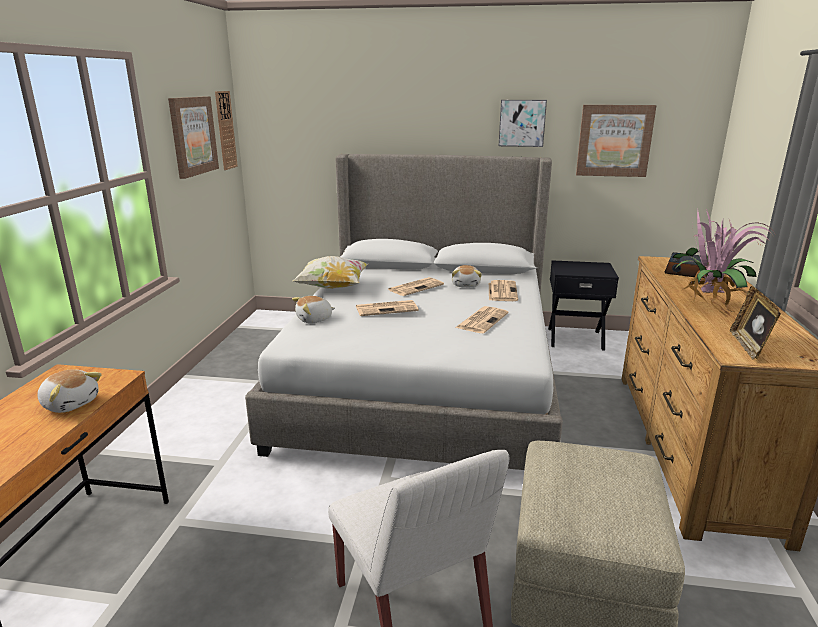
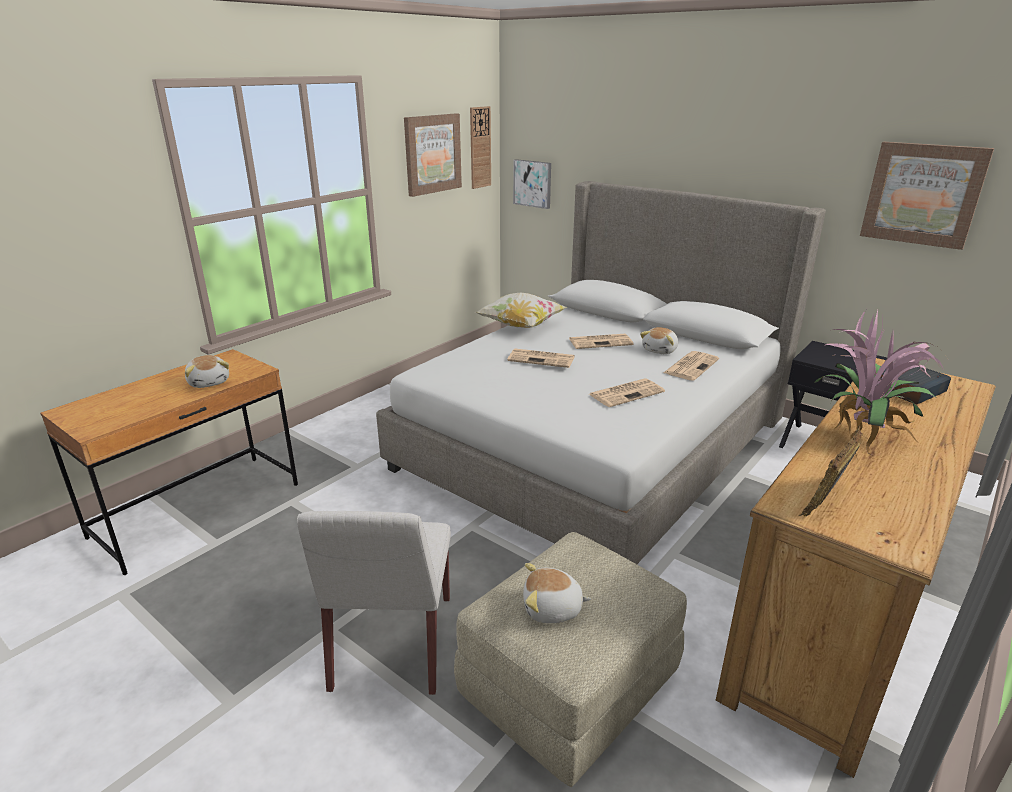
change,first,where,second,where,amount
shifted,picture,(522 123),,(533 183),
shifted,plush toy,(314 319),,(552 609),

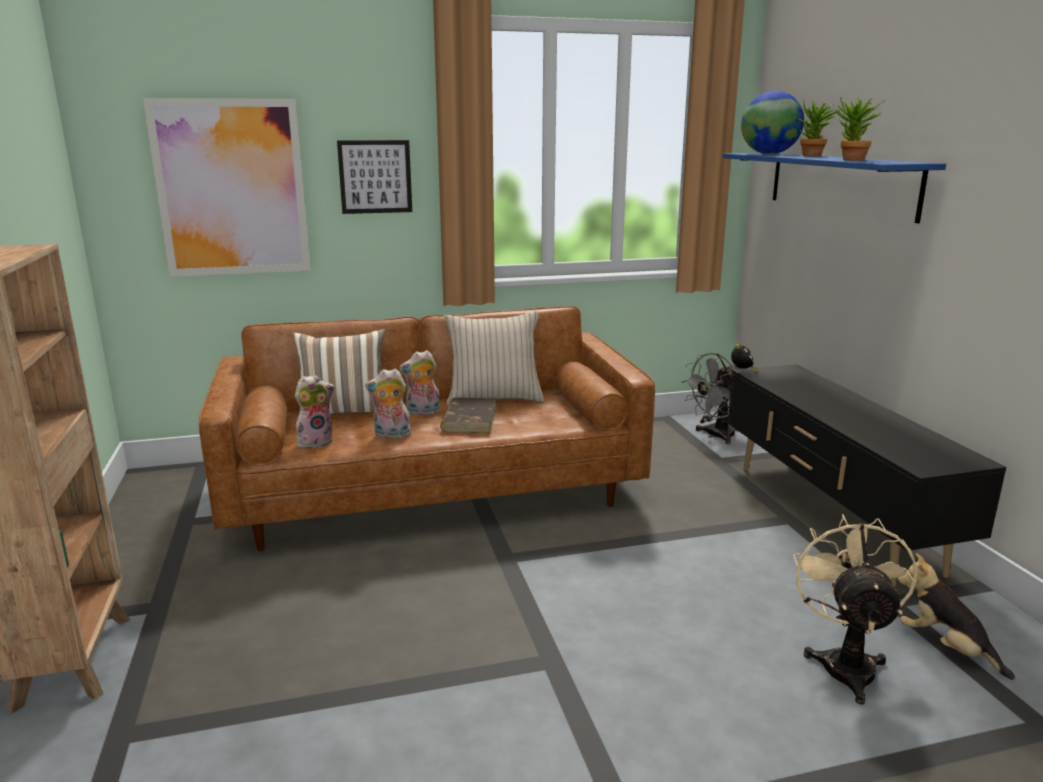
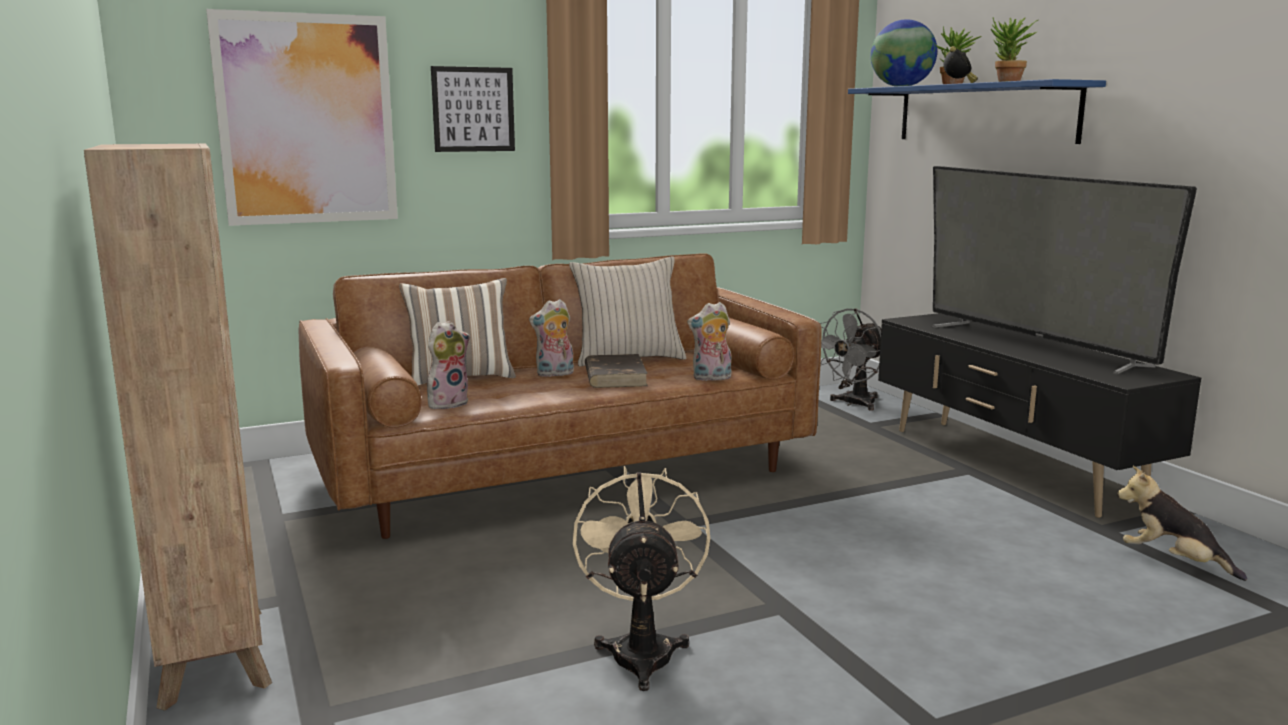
change,first,where,second,where,amount
shifted,alarm clock,(742 372),,(958 83),
shifted,plush toy,(391 435),,(711 378),
shifted,beige fan,(845 663),,(642 650),
new,,,television,(1033 345),

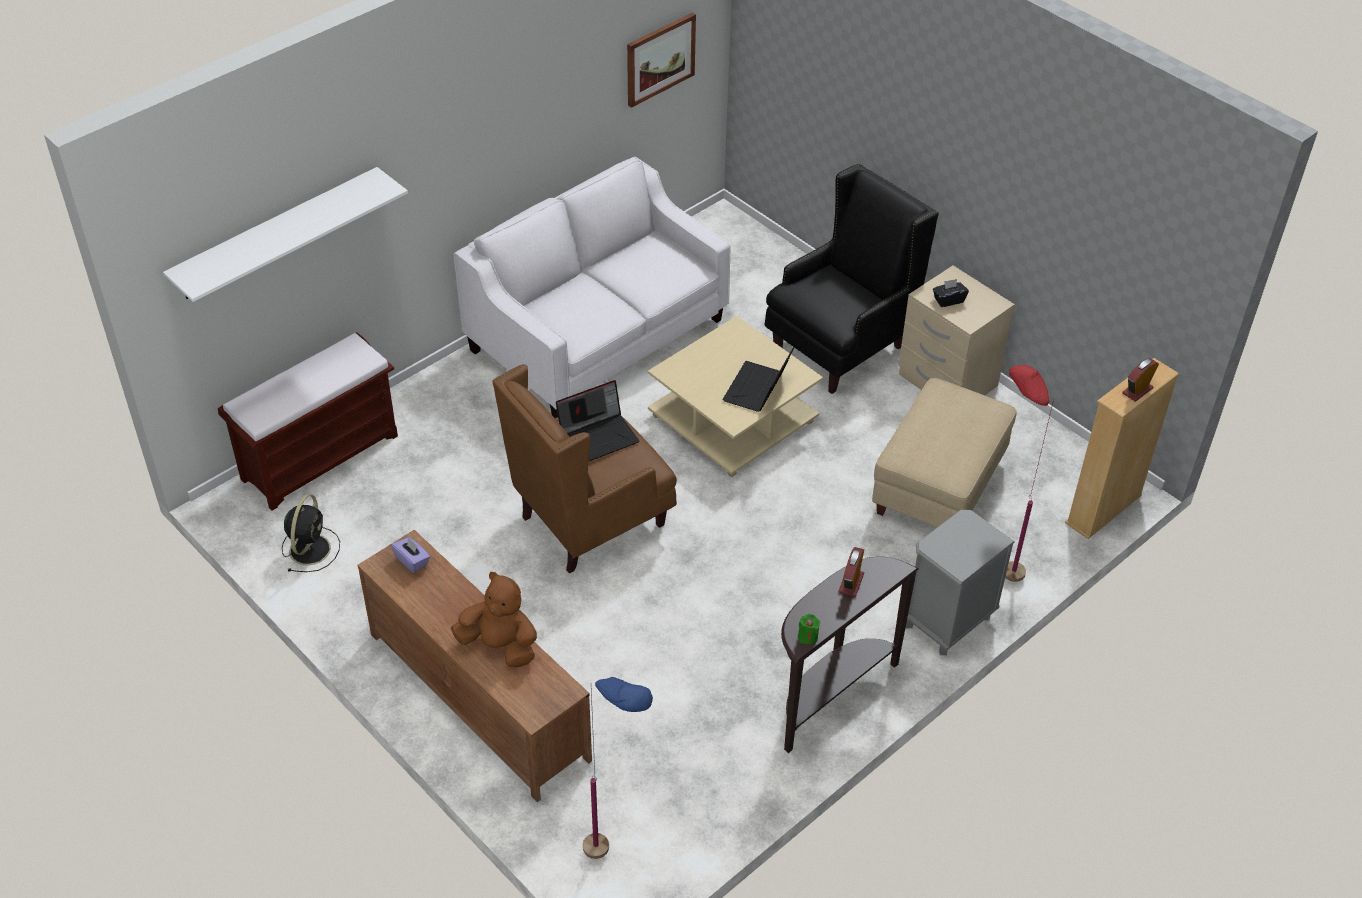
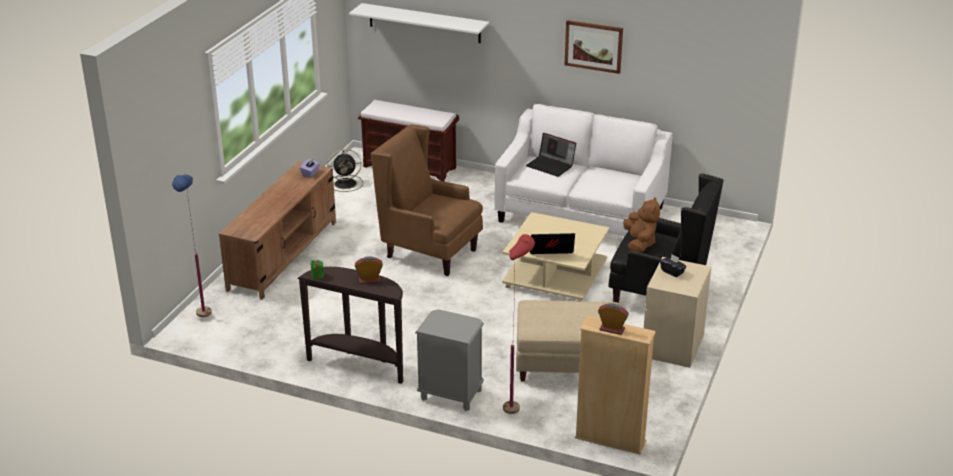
change,first,where,second,where,amount
shifted,picture,(660 59),,(593 46),
shifted,laptop,(599 436),,(551 166),
shifted,brown plush toy,(500 646),,(639 244),

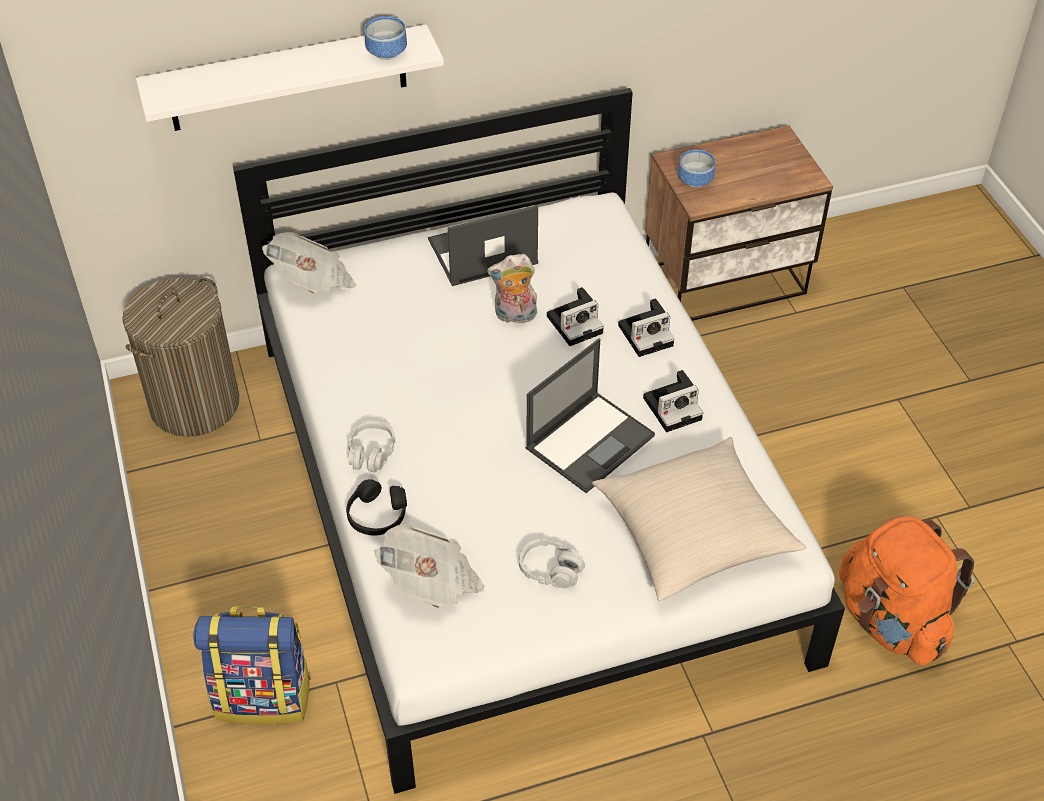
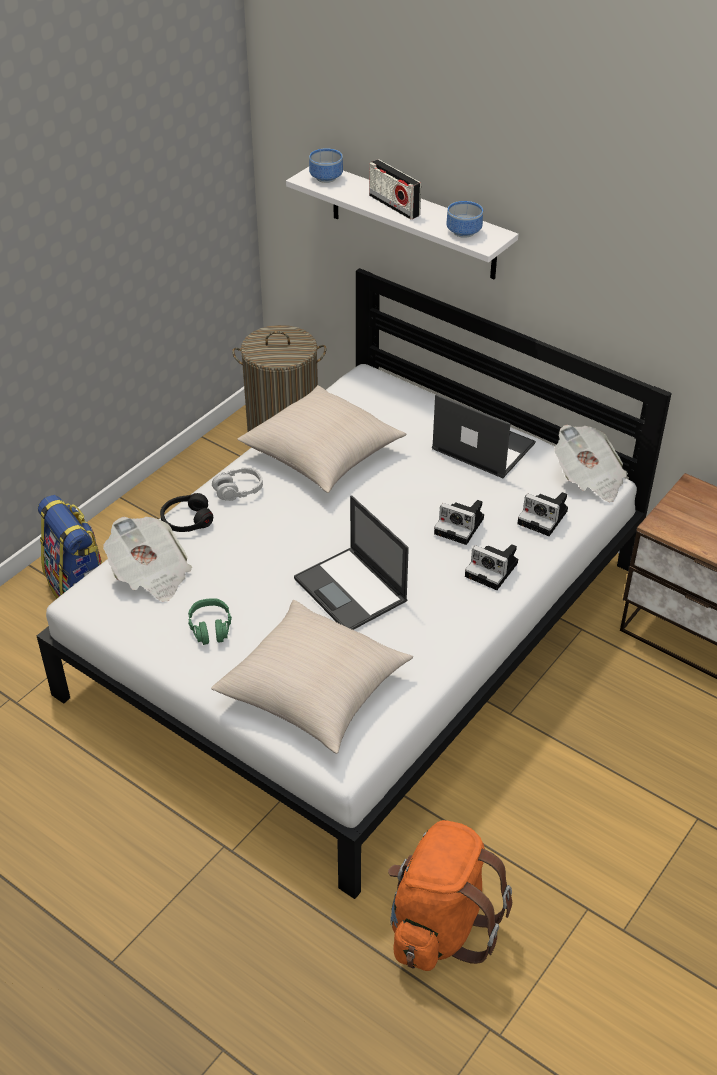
change,first,where,second,where,amount
shifted,bowl,(695 179),,(327 177),
shifted,newspaper,(313 281),,(589 479),
gone,plush toy,(514 316),,,
rotated,laptop,(590 441),,(351 590),45 degrees clockwise
shifted,photo camera,(674 407),,(544 517),
repainted,grey headphones,(550 570),green headphones,(210 628),
new,,,radio,(394 205),
new,,,beige pillow,(322 454),

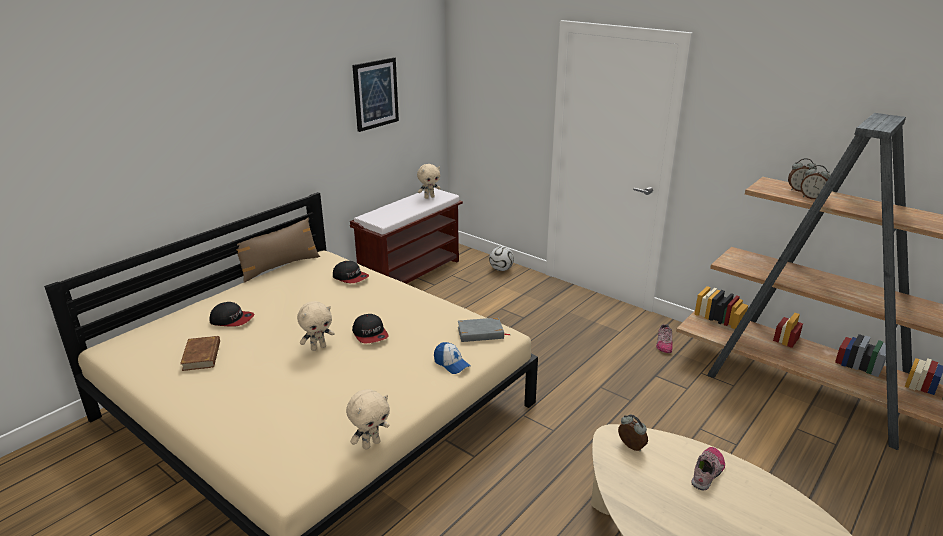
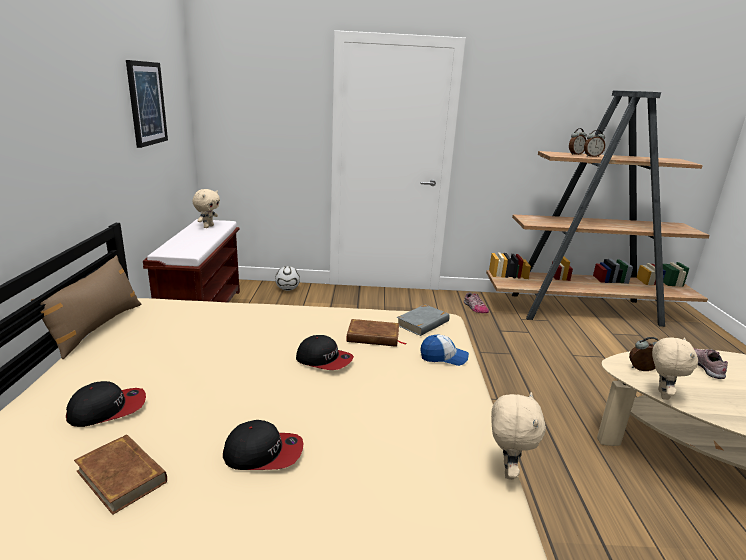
change,first,where,second,where,amount
shifted,cap,(350 277),,(264 453),
shifted,beige plush toy,(318 347),,(661 394),
new,,,brown book,(373 337),

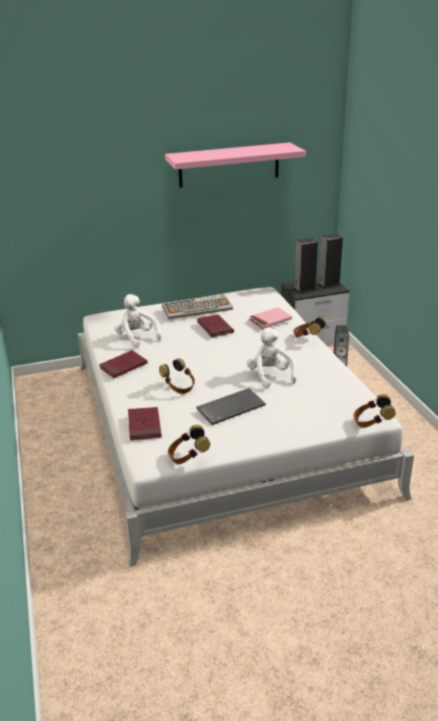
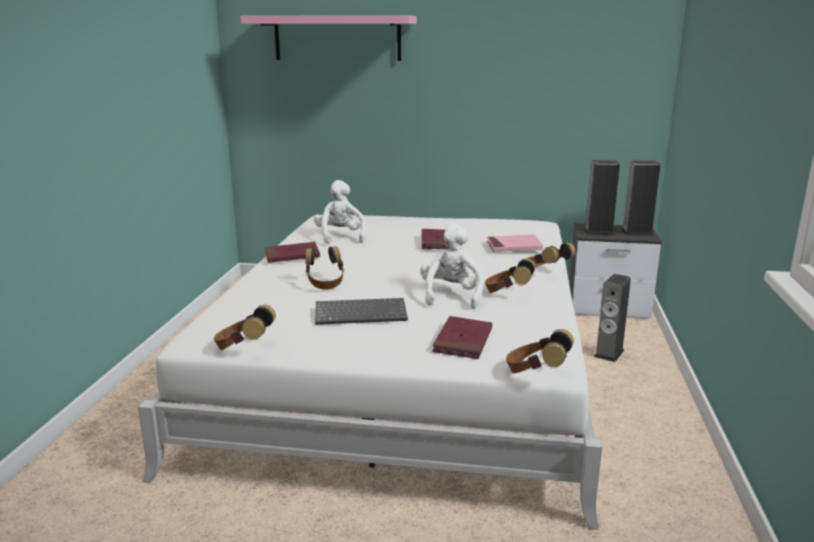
change,first,where,second,where,amount
shifted,pink shelf,(229 165),,(337 38),
gone,keyboard,(197 308),,,
shifted,red book,(144 425),,(463 341),
new,,,headphones,(507 293),

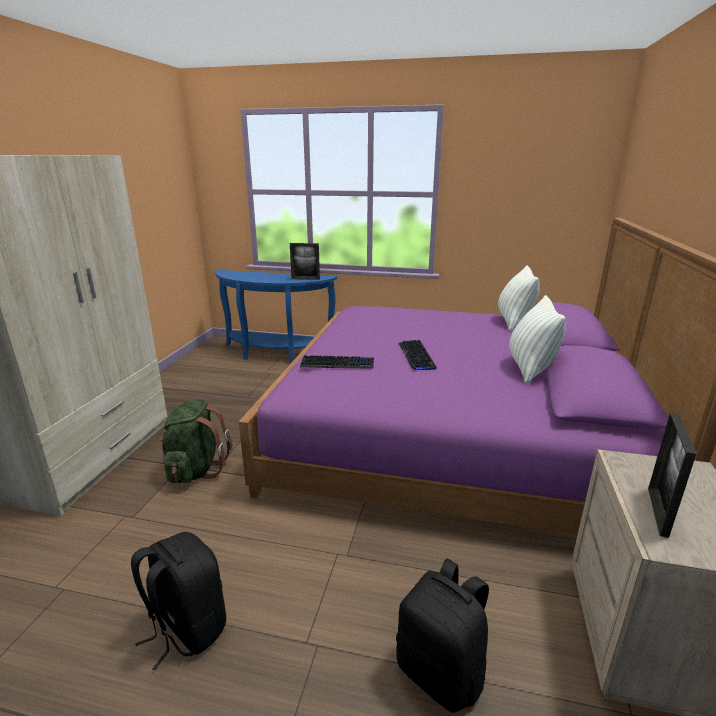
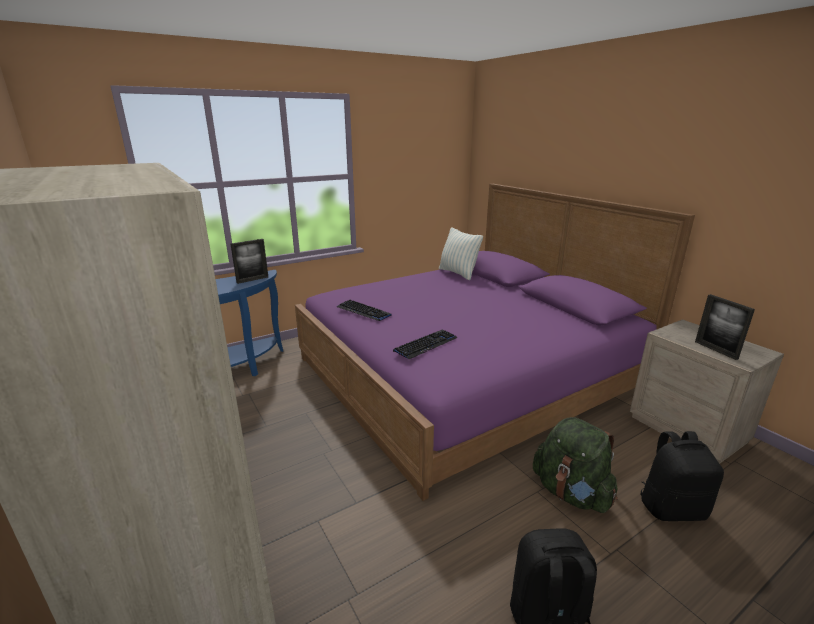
change,first,where,second,where,amount
gone,pillow,(530 369),,,
shifted,keyboard,(416 356),,(363 311),
shifted,green backpack,(196 469),,(571 493),

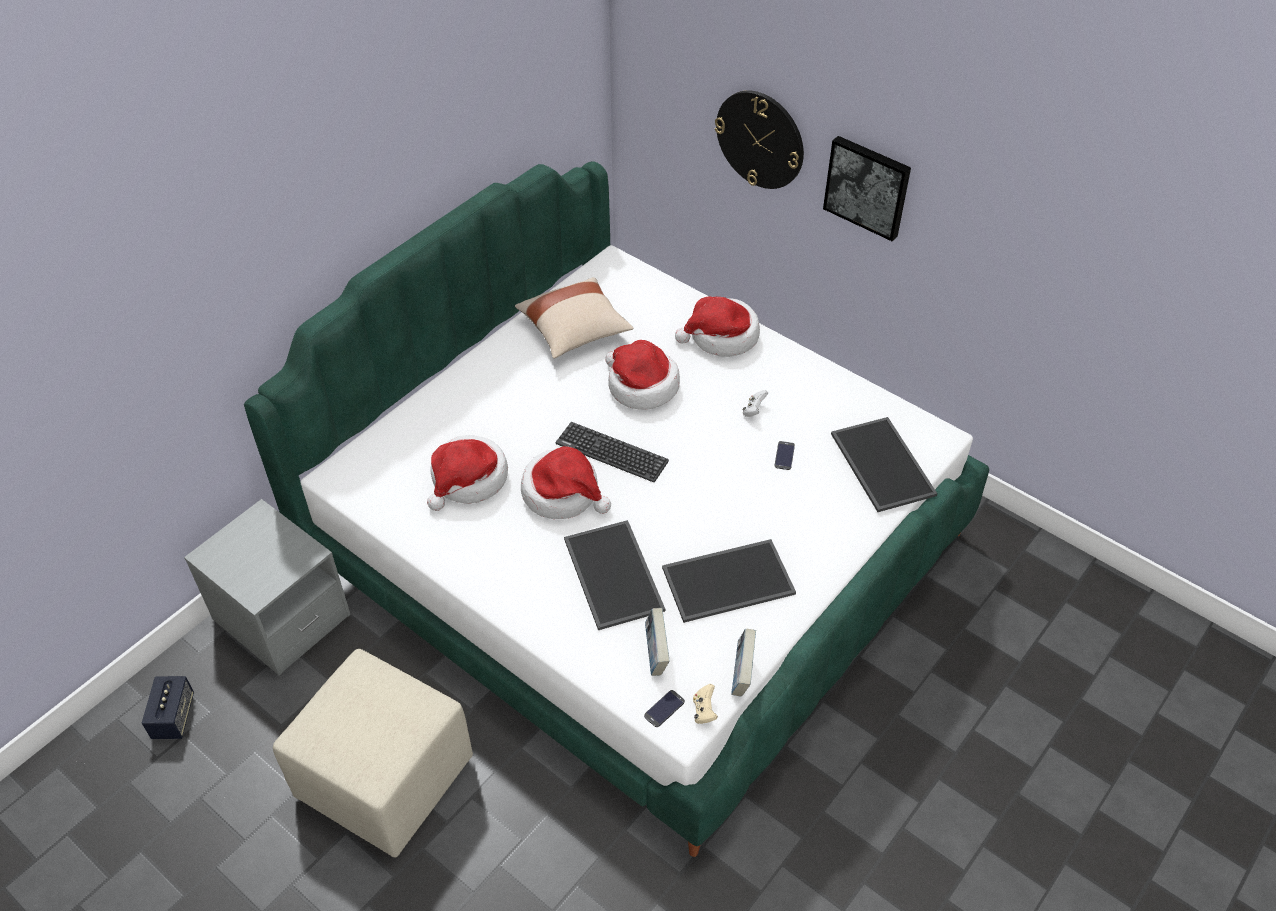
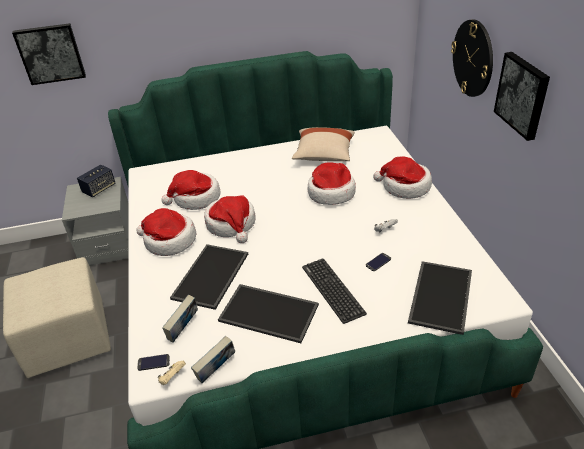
change,first,where,second,where,amount
shifted,keyboard,(611 452),,(332 290),
shifted,speaker,(173 717),,(99 189),
new,,,picture,(50 53),
new,,,hat,(169 241),

